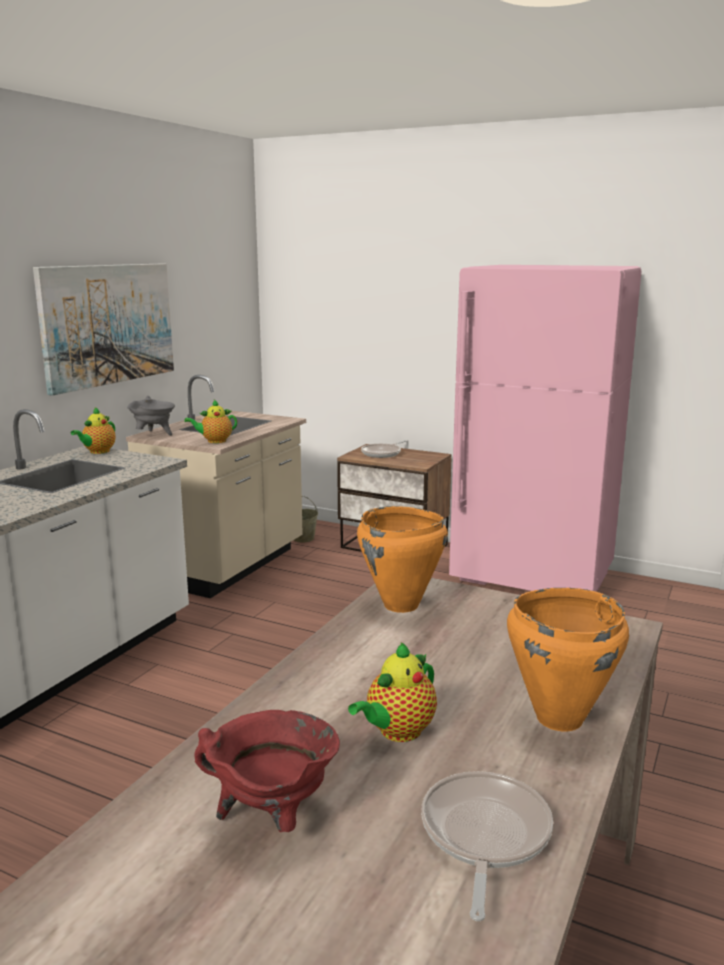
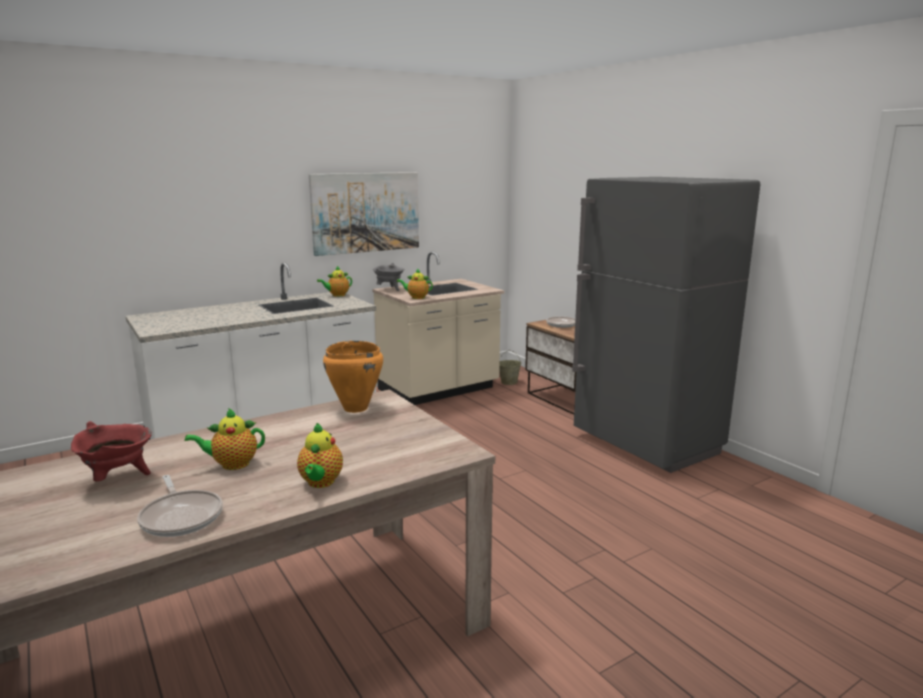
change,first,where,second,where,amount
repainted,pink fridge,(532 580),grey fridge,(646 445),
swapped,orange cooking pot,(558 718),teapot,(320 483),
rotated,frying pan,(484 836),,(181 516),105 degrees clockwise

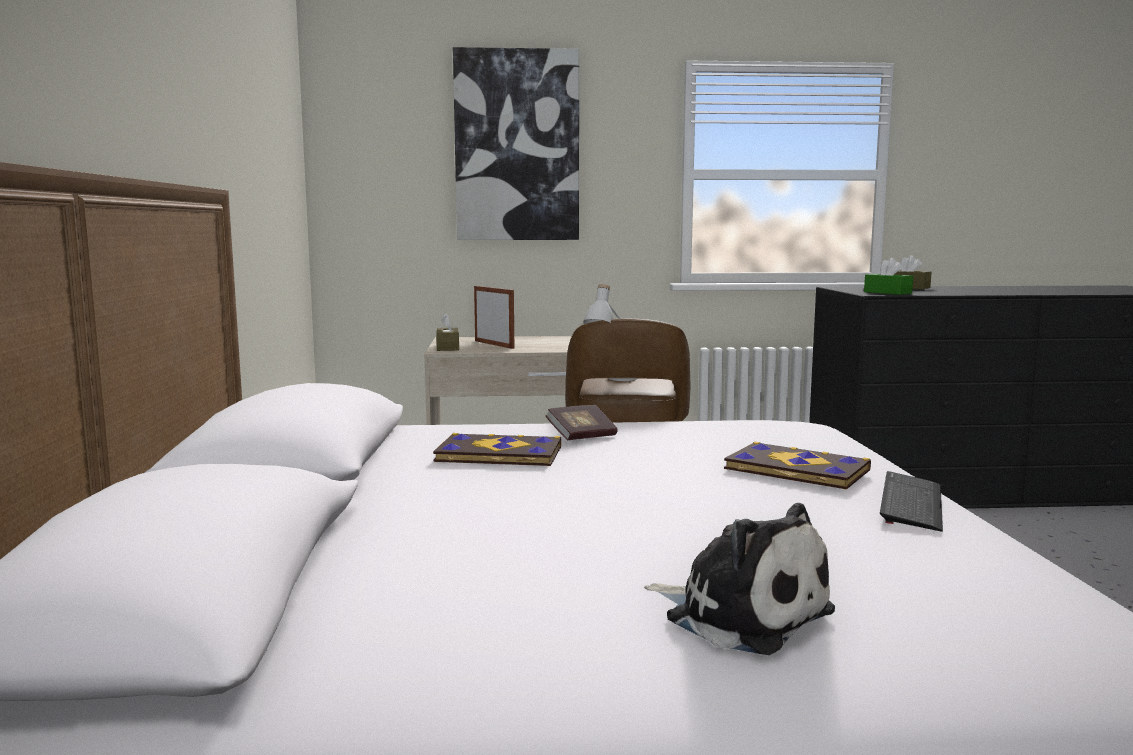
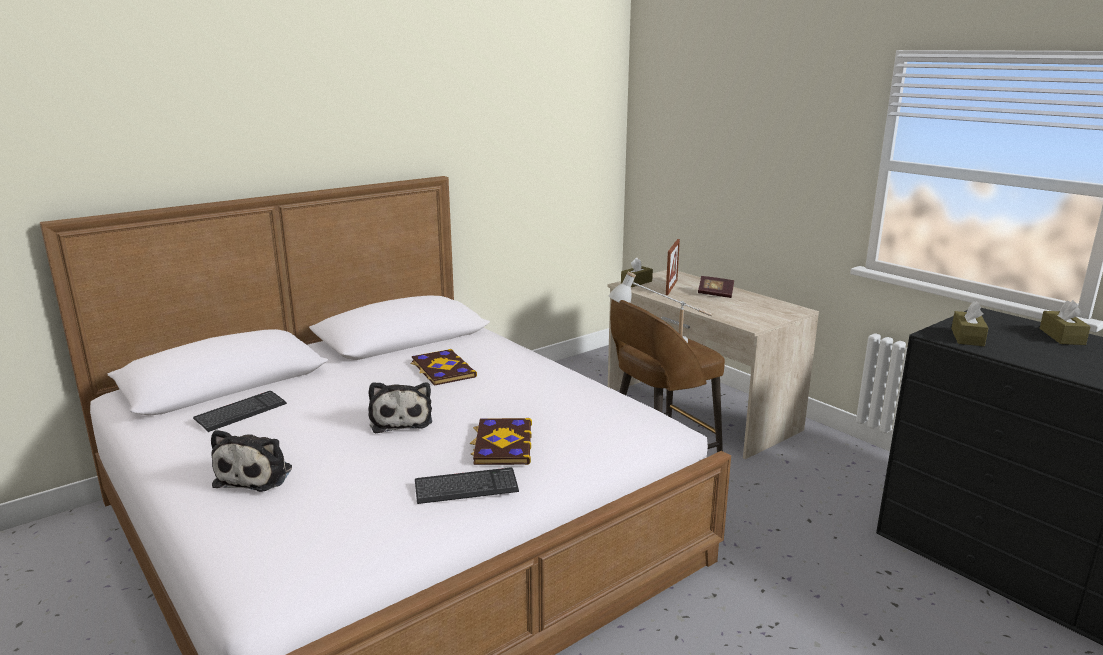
change,first,where,second,where,amount
gone,picture,(517 146),,,
repainted,green tissue box,(887 292),brown tissue box,(967 337),
shifted,book,(582 436),,(715 294),
new,,,plush toy,(401 420),
new,,,keyboard,(241 413),

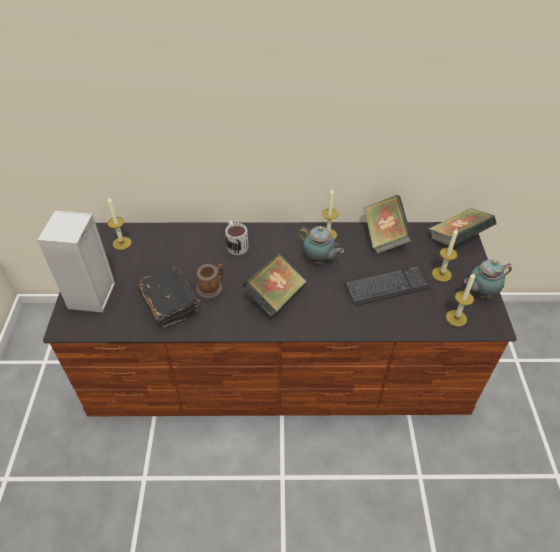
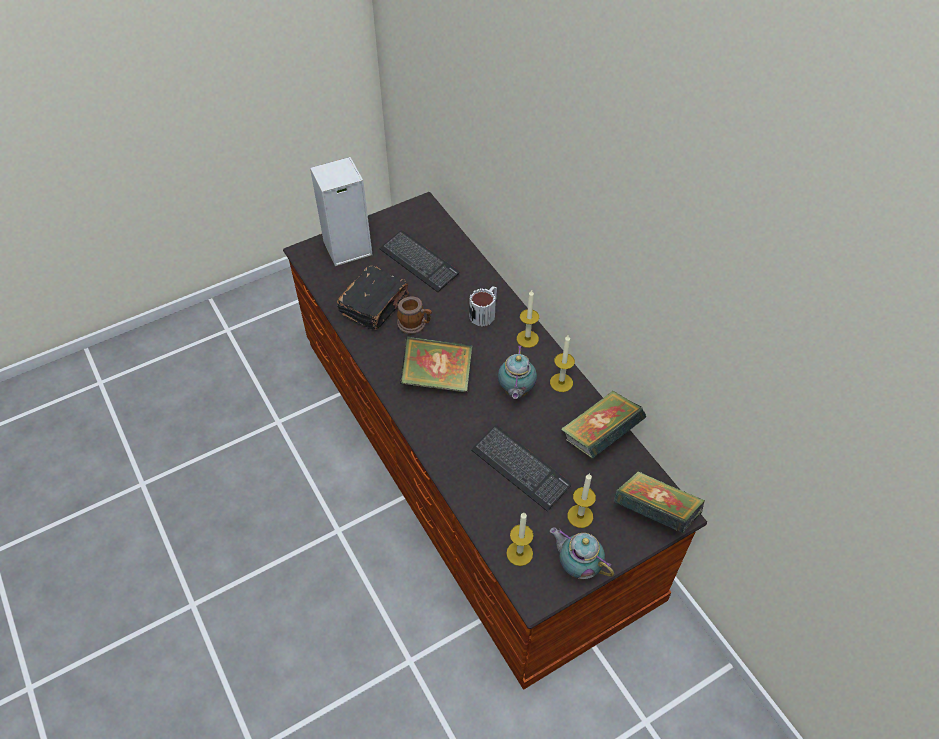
change,first,where,second,where,amount
shifted,candle,(122 243),,(527 339),
new,,,keyboard,(419 262),

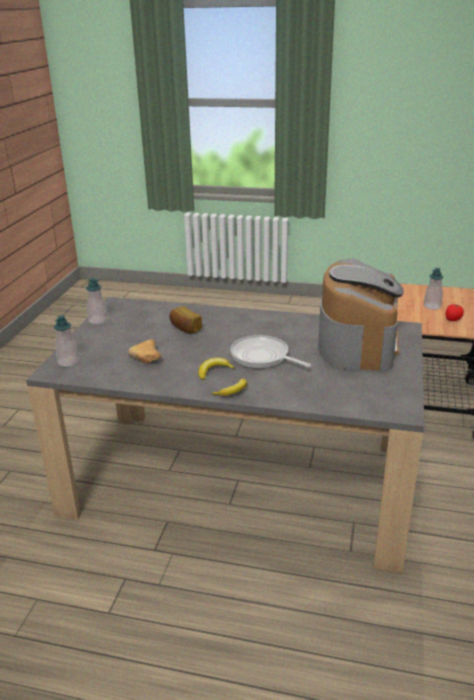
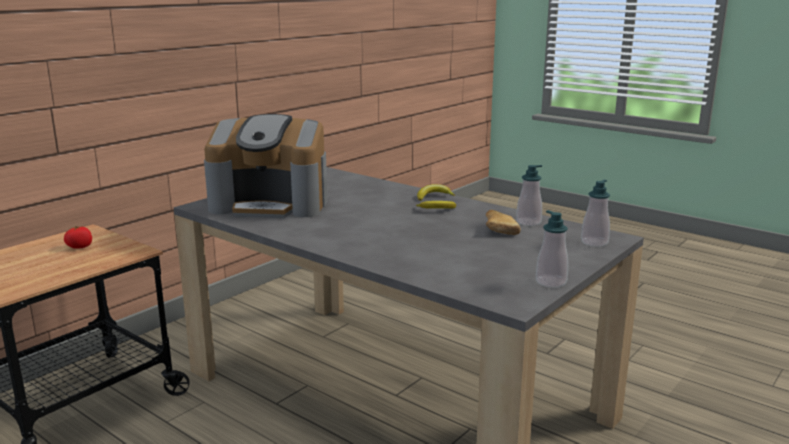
change,first,where,second,where,amount
rotated,coffee machine,(357 344),,(271 204),120 degrees counterclockwise
shifted,soap dispenser,(432 306),,(528 222),
gone,bread,(185 328),,,
gone,frying pan,(262 357),,,

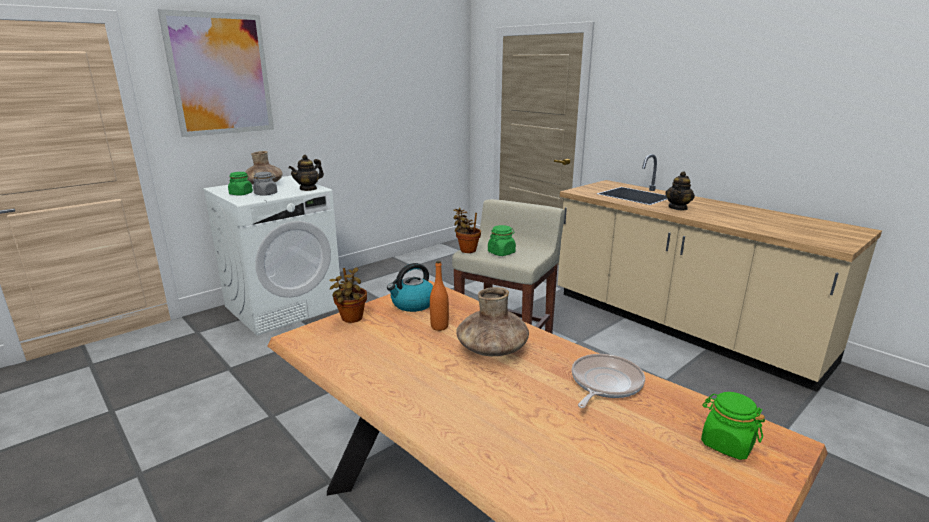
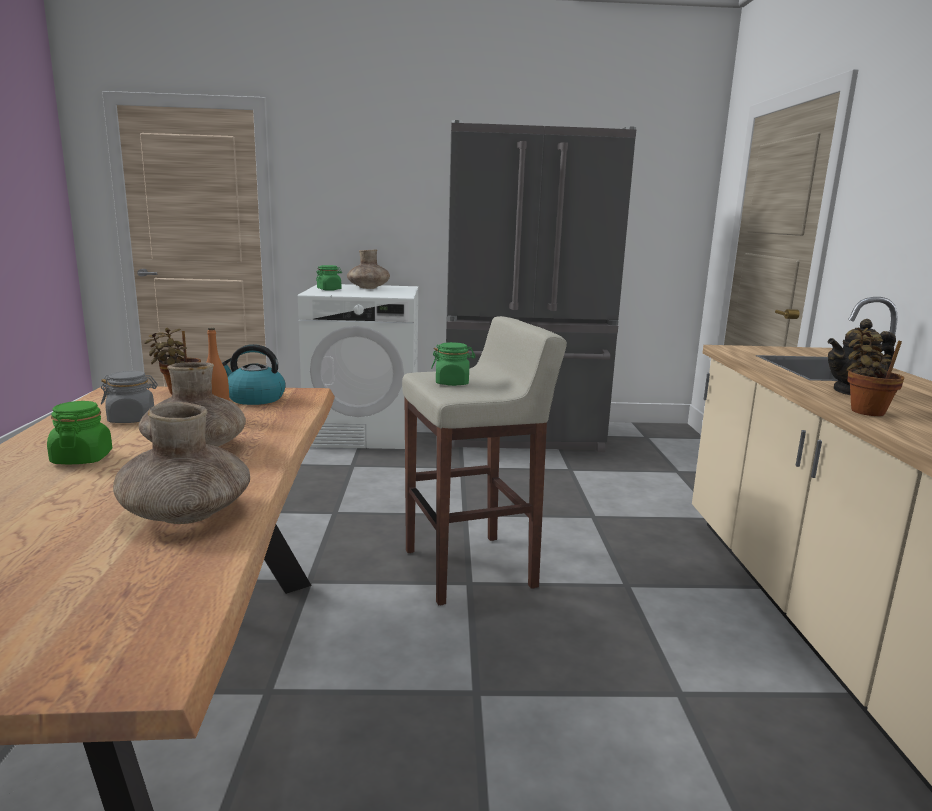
change,first,where,second,where,amount
gone,picture,(220 74),,,
gone,teapot,(308 189),,,
shifted,grey jar,(266 194),,(132 419),
shifted,potted plant,(466 250),,(865 411),
swapped,frying pan,(604 383),brown vase,(187 513),
shifted,green jar,(726 444),,(82 458),
new,,,grey fridge,(521 436),

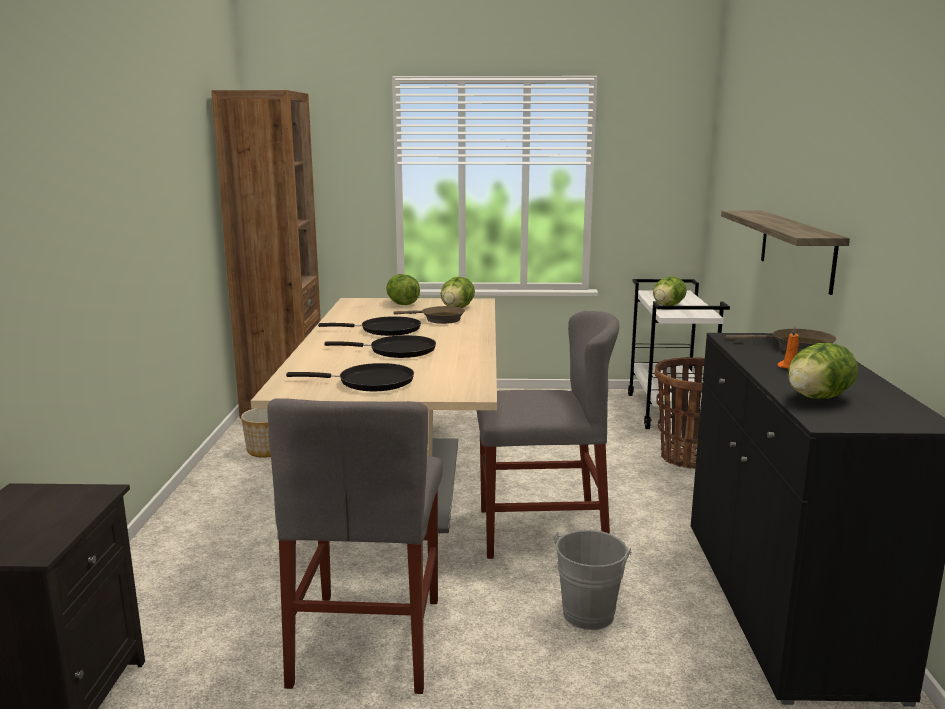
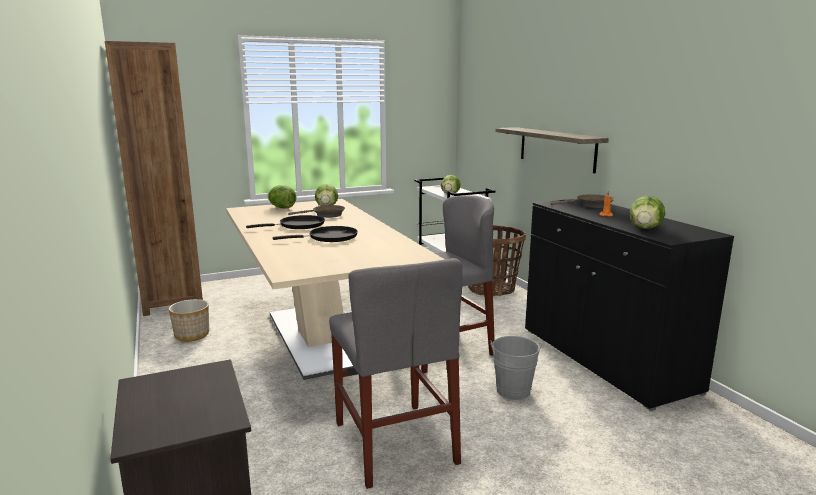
change,first,where,second,where,amount
gone,black frying pan,(370 382),,,

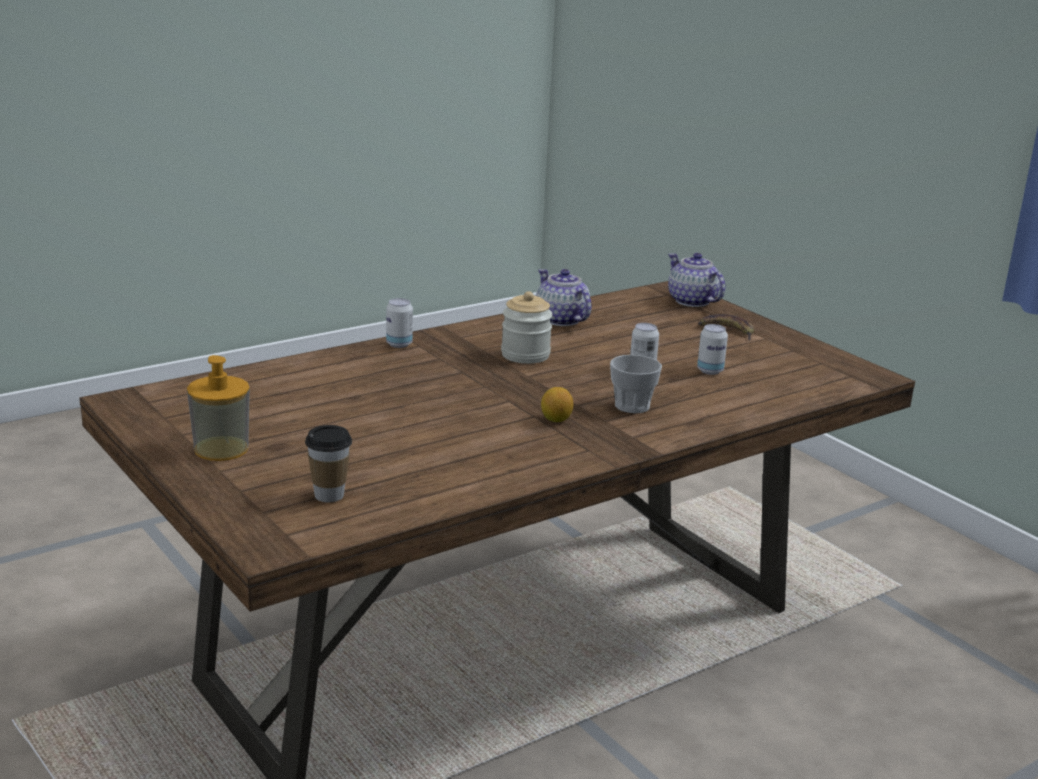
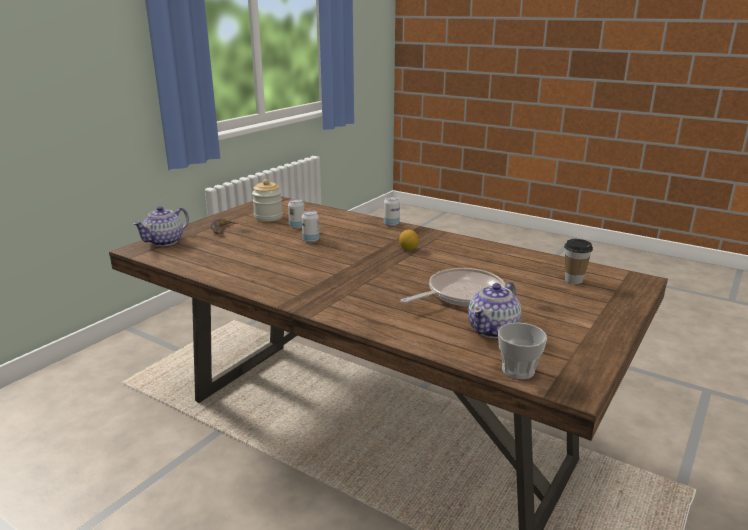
change,first,where,second,where,amount
shifted,teapot,(561 320),,(493 329),
shifted,jar,(525 355),,(268 217),
shifted,can,(399 344),,(391 224),
gone,soap dispenser,(221 449),,,
shifted,cup,(632 406),,(518 370),
new,,,frying pan,(461 294),

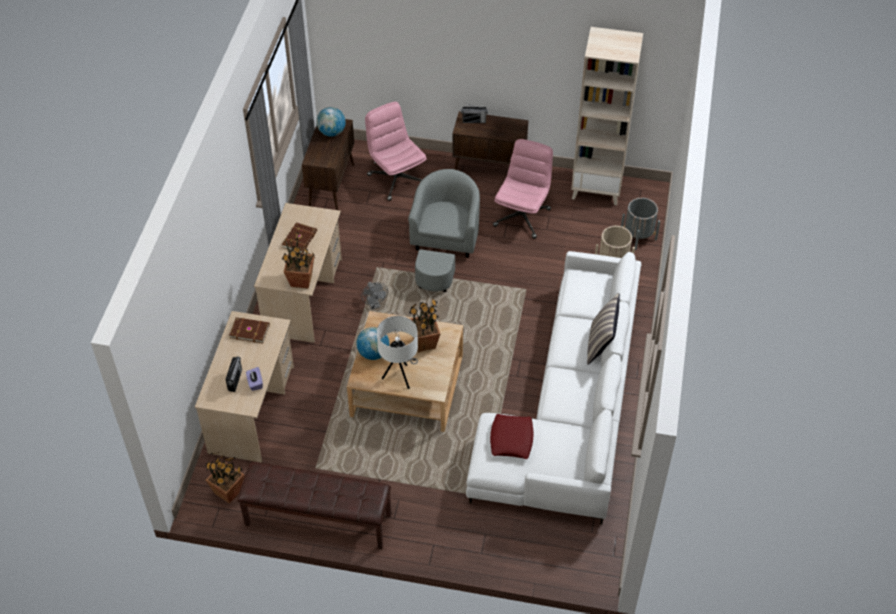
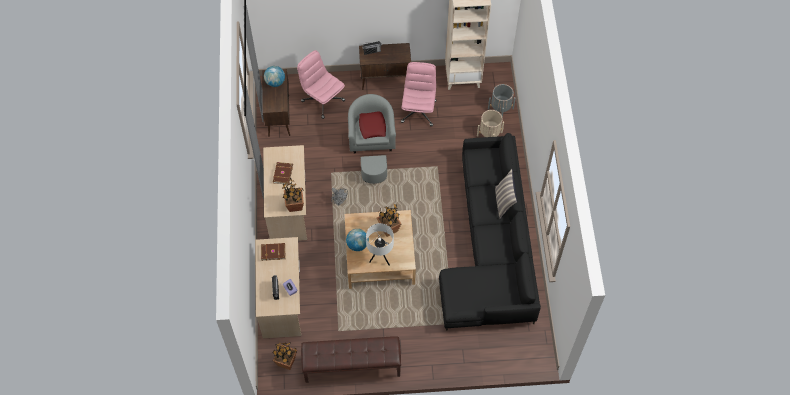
change,first,where,second,where,amount
repainted,white sofa,(568 409),black sofa,(490 249),
shifted,red pillow,(511 439),,(372 127),

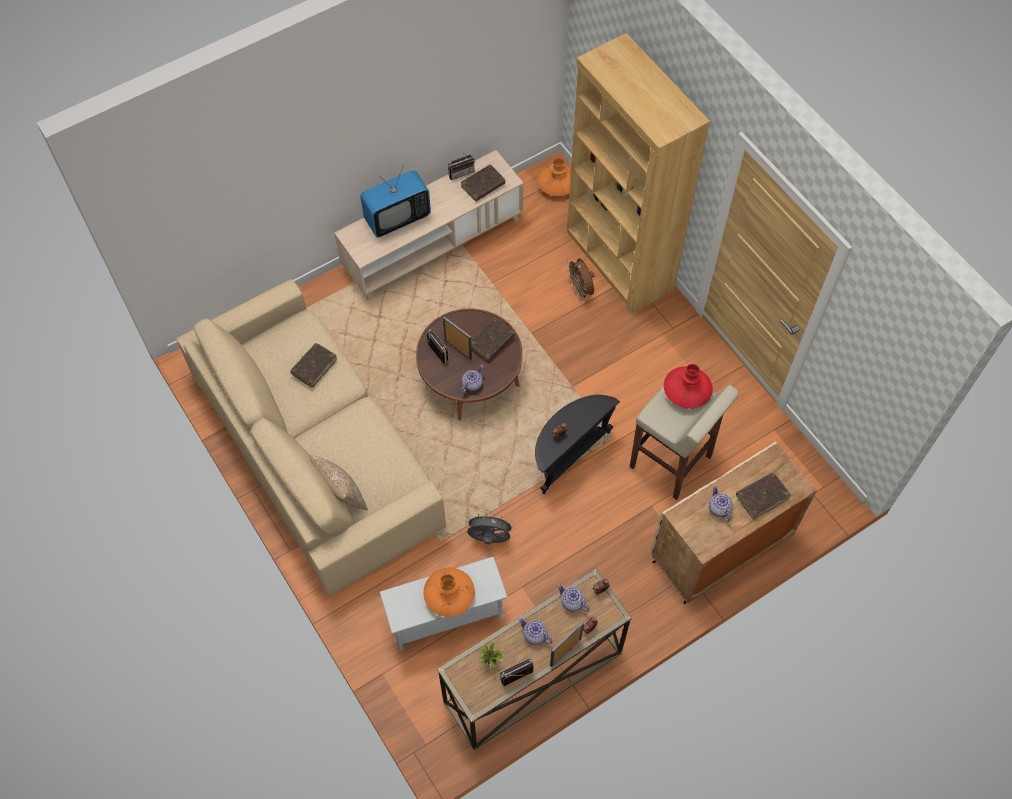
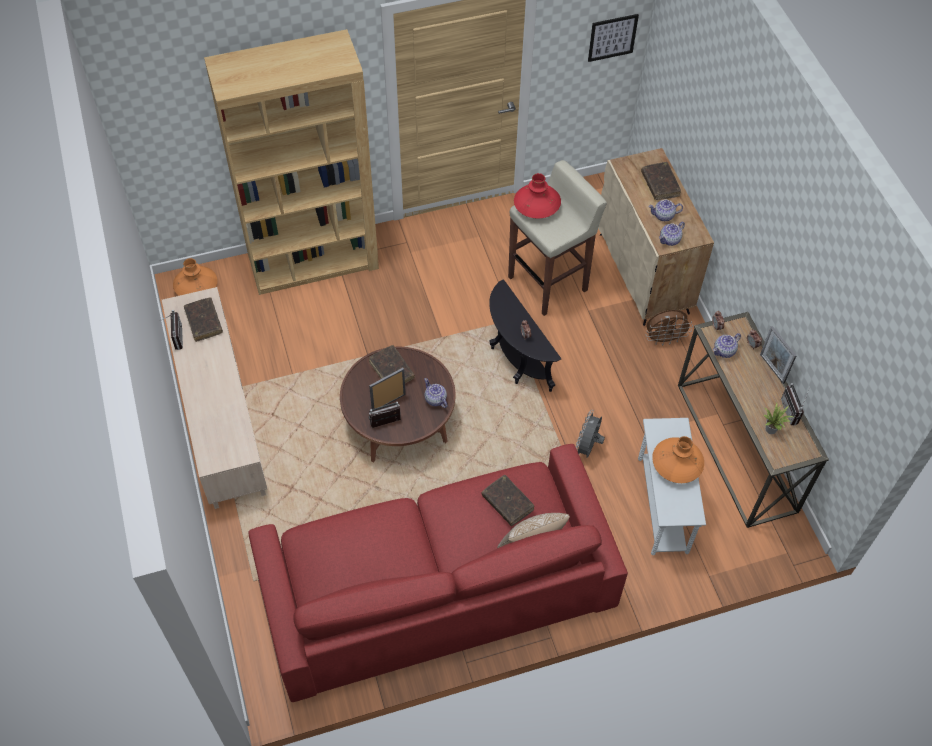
change,first,where,second,where,amount
gone,television,(397 218),,,
shifted,brown fan,(580 290),,(664 339),
repainted,beige sofa,(317 449),red sofa,(436 585),
shifted,brown book,(314 367),,(507 503),
shifted,teapot,(535 635),,(670 240),
new,,,picture,(612 37),

